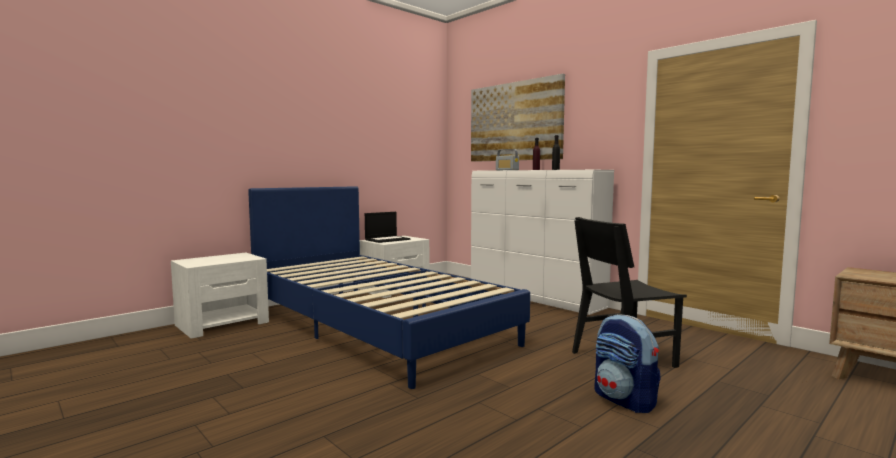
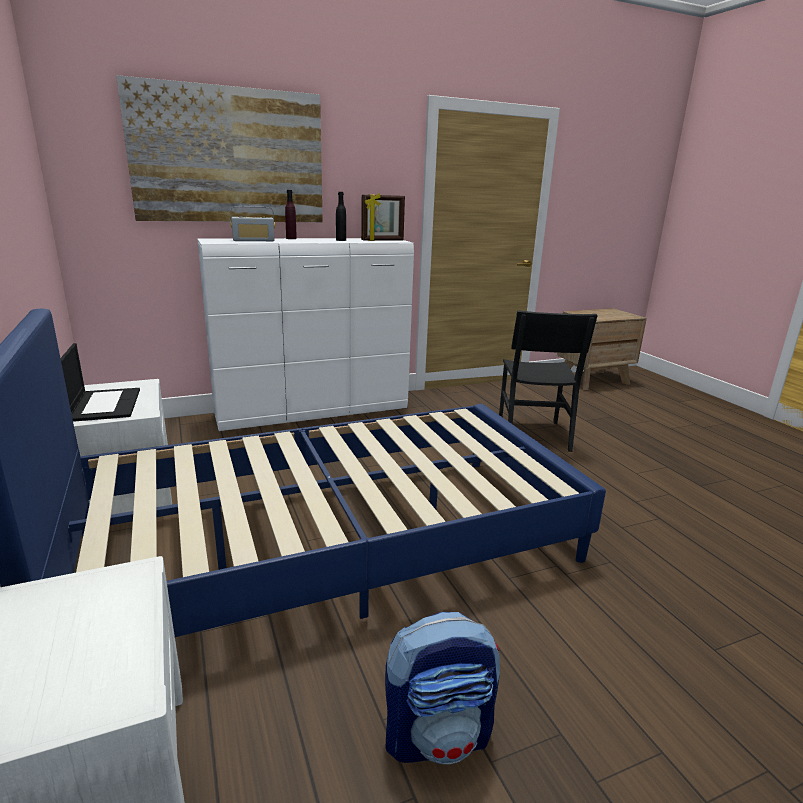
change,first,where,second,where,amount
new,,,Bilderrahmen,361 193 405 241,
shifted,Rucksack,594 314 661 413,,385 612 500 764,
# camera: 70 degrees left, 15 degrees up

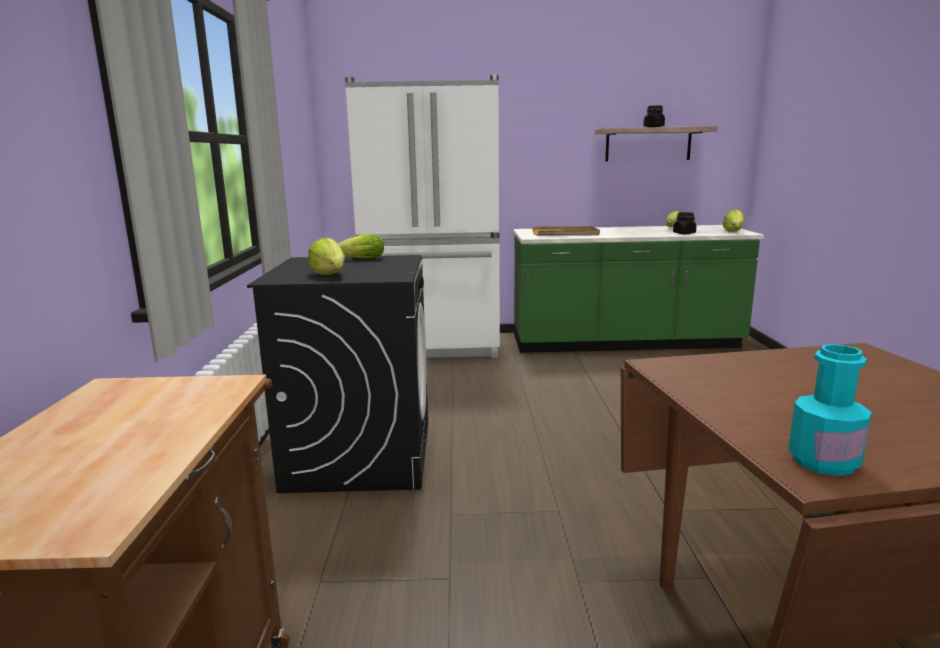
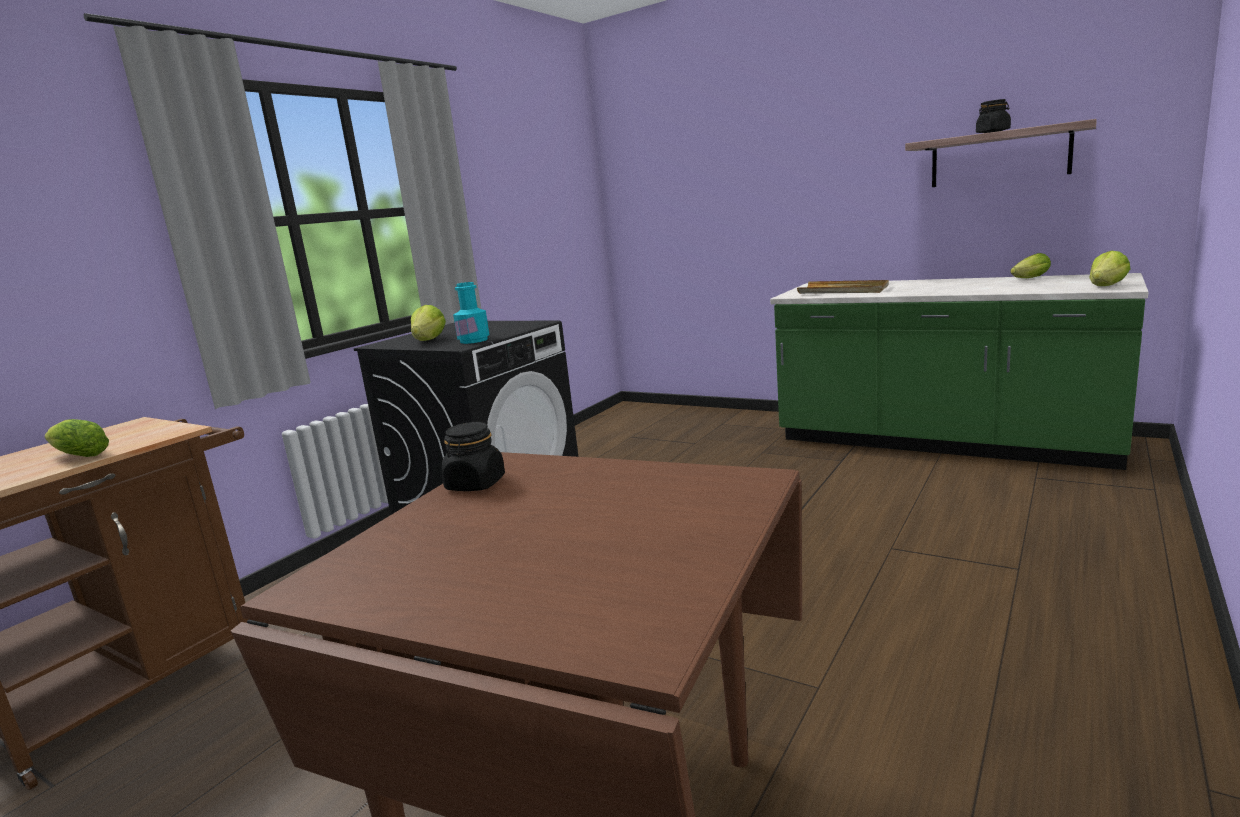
change,first,where,second,where,amount
shifted,Salatkopf,338 234 384 258,,44 419 109 457,
shifted,Vorratsglas (schwarz),673 212 696 234,,441 422 505 491,
shifted,Flasche (türkis),788 344 872 476,,453 282 489 344,
gone,Kühlschrank (weiß),345 75 500 358,,,
# camera: 35 degrees right, 0 degrees up

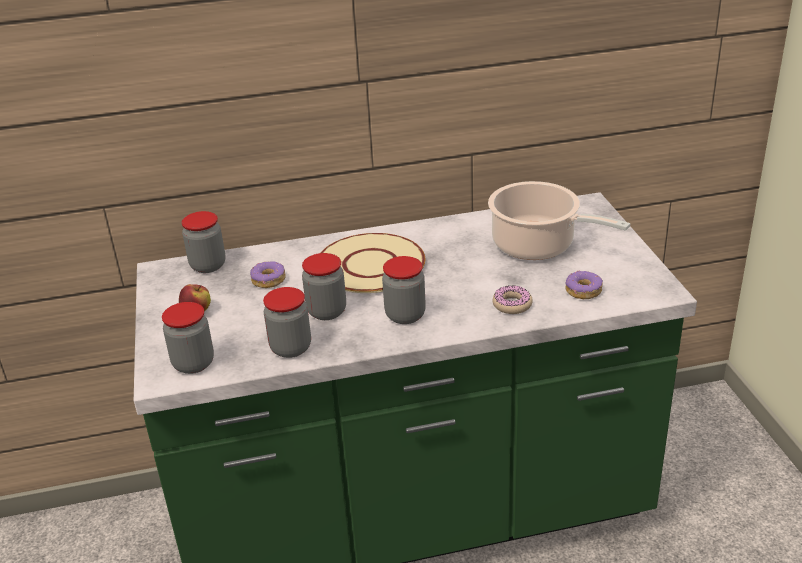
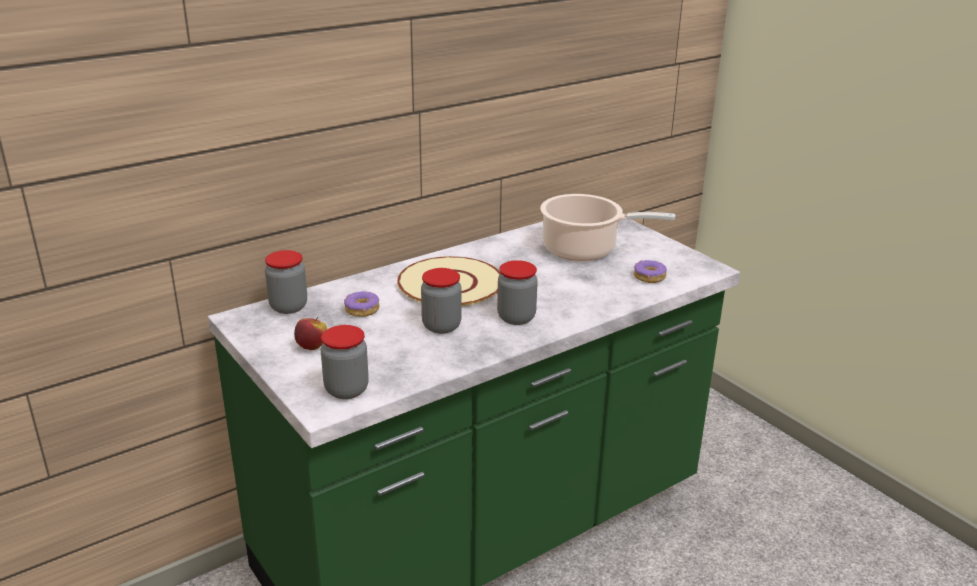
change,first,where,second,where,amount
gone,Vorratsglas,263 287 311 358,,,
gone,Donut,493 285 533 314,,,
# camera: 25 degrees left, 5 degrees down

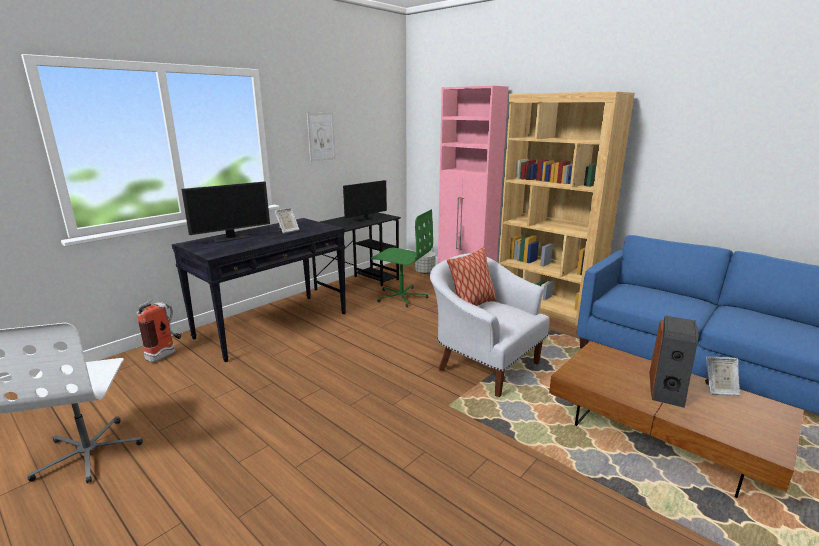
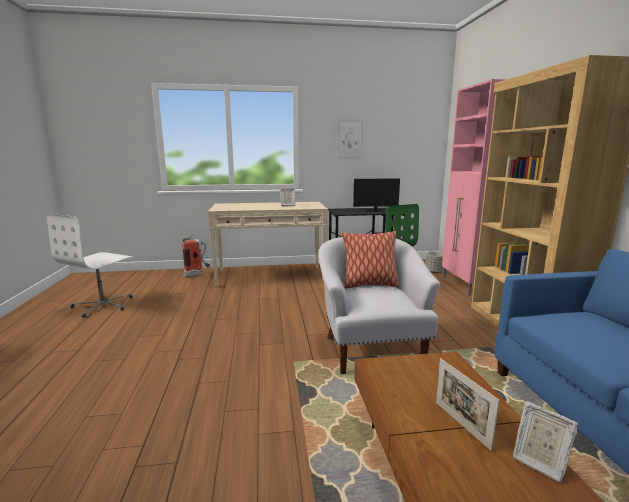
change,first,where,second,where,amount
repainted,Konsolentisch (schwarz),172 218 346 362,Konsolentisch (beige),207 202 328 288,
swapped,Lautsprecher,649 316 699 408,Bilderrahmen,436 358 500 451,
gone,Monitor,181 181 270 243,,,
# camera: 40 degrees right, 5 degrees down

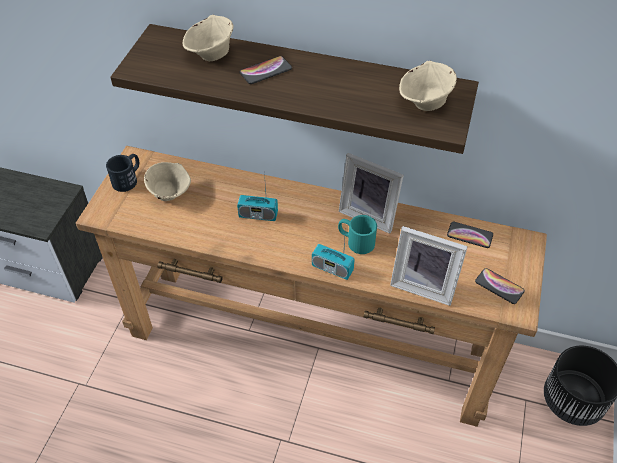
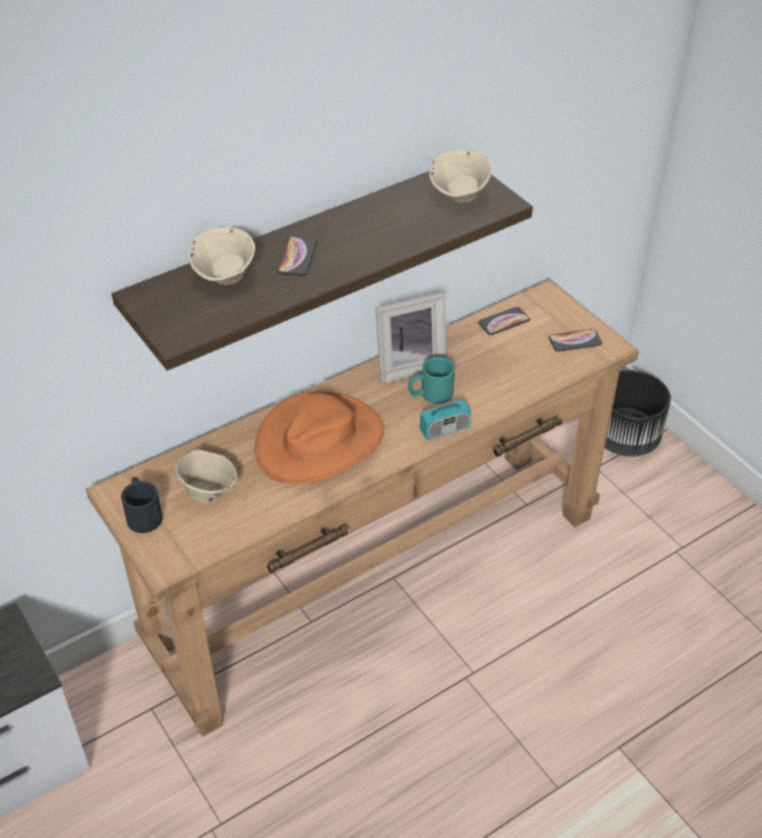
change,first,where,second,where,amount
swapped,Radio,237 172 278 221,Hut (orange),254 391 384 484,
gone,Bilderrahmen,390 226 468 306,,,
# camera: 50 degrees left, 5 degrees down

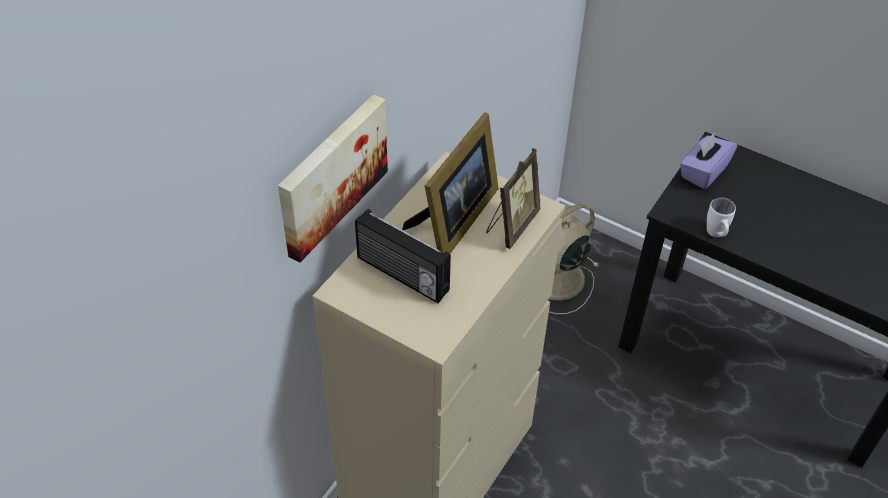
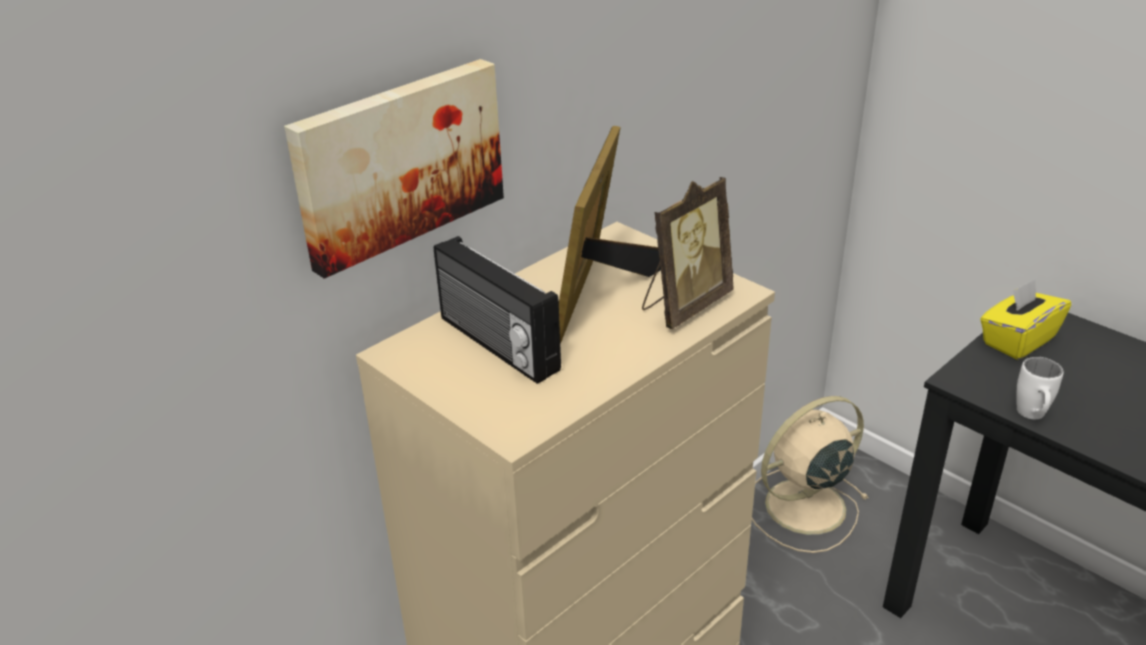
change,first,where,second,where,amount
rotated,Bilderrahmen,402 112 499 254,,559 126 661 343,150 degrees clockwise
repainted,Taschentuchbox (lila),680 133 737 189,Taschentuchbox (gelb),980 279 1071 360,
# camera: 15 degrees right, 15 degrees down

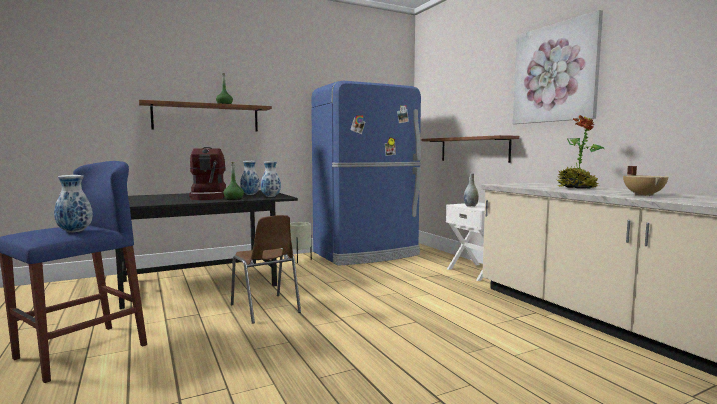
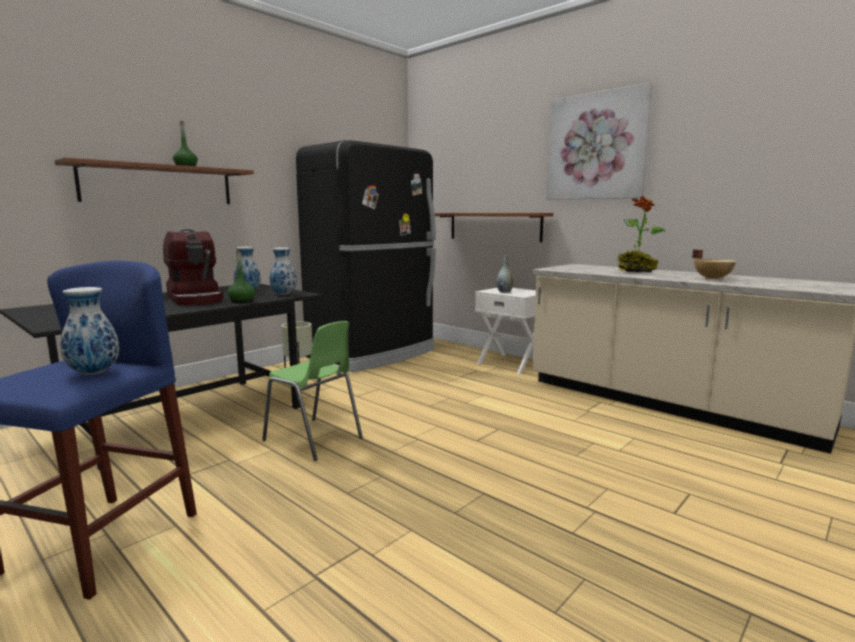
change,first,where,second,where,amount
repainted,Stuhl (braun),231 215 301 324,Stuhl (grün),262 321 363 461,
repainted,Kühlschrank (blau),311 81 421 266,Kühlschrank (schwarz),296 140 436 372,
# camera: 20 degrees left, 5 degrees up

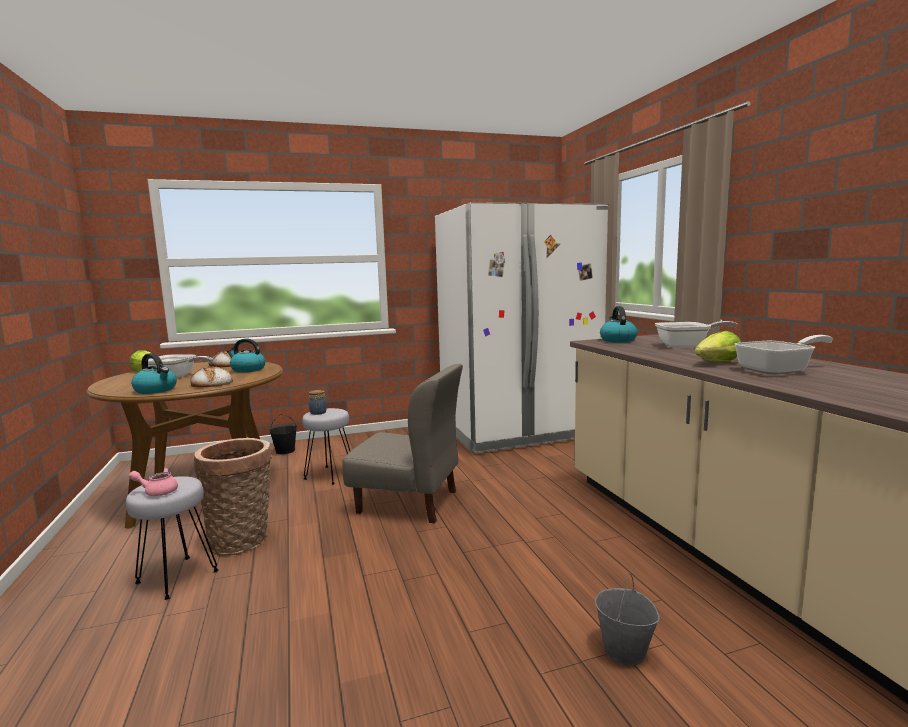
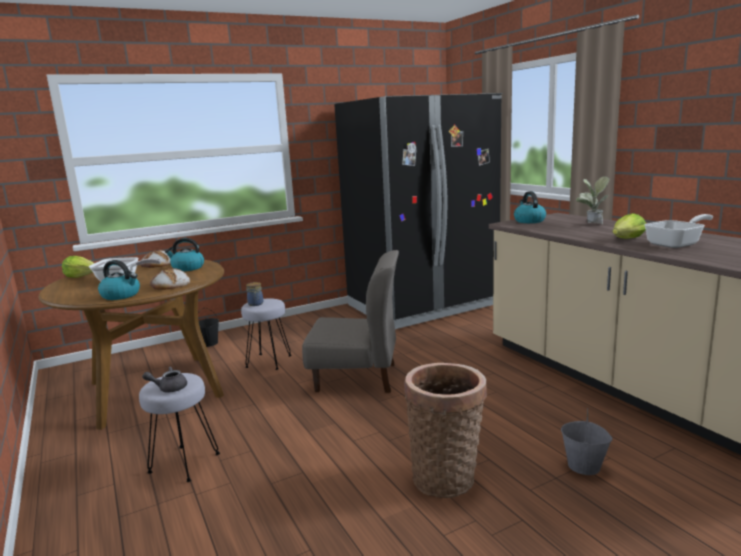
change,first,where,second,where,amount
repainted,Teekanne (rosa),129 468 178 496,Teekanne (grau),142 367 187 392,
repainted,Kühlschrank (weiß),435 202 609 453,Kühlschrank (schwarz),334 93 503 329,
shifted,Korb,194 438 272 556,,404 363 487 498,
swapped,Pfanne,655 321 738 348,Topfpflanze,576 176 610 224,
# camera: 10 degrees left, 5 degrees up

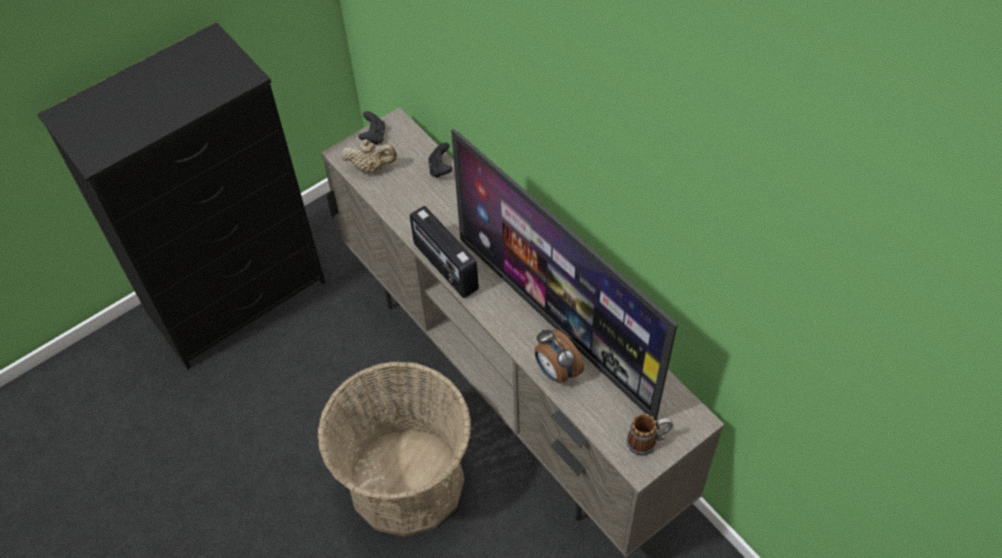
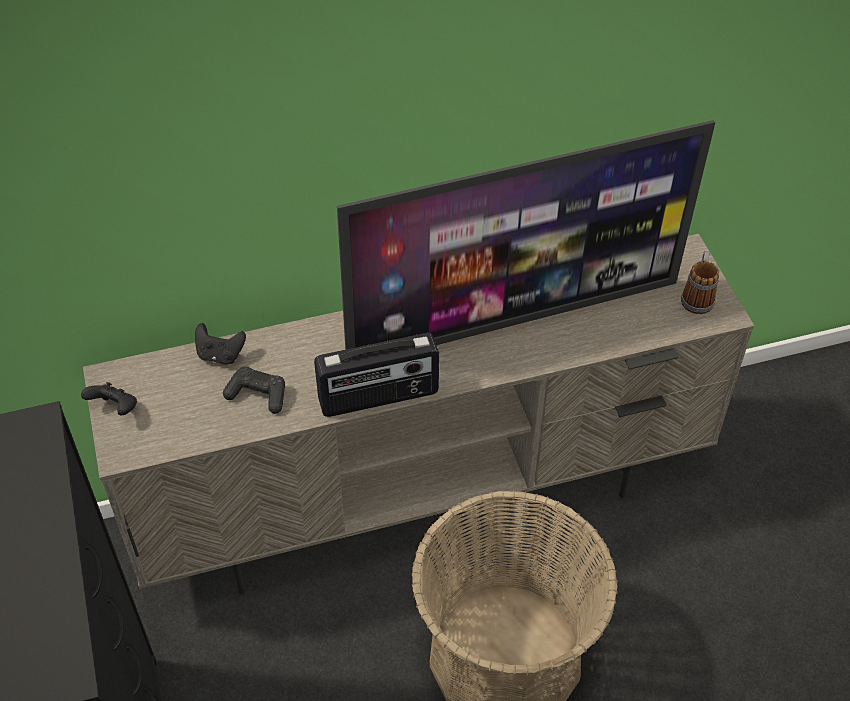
change,first,where,second,where,amount
new,,,Gamepad (schwarz),223 366 285 414,
gone,Teekanne (beige),341 139 397 173,,,
gone,Wecker,535 329 584 383,,,
# camera: 70 degrees left, 5 degrees down

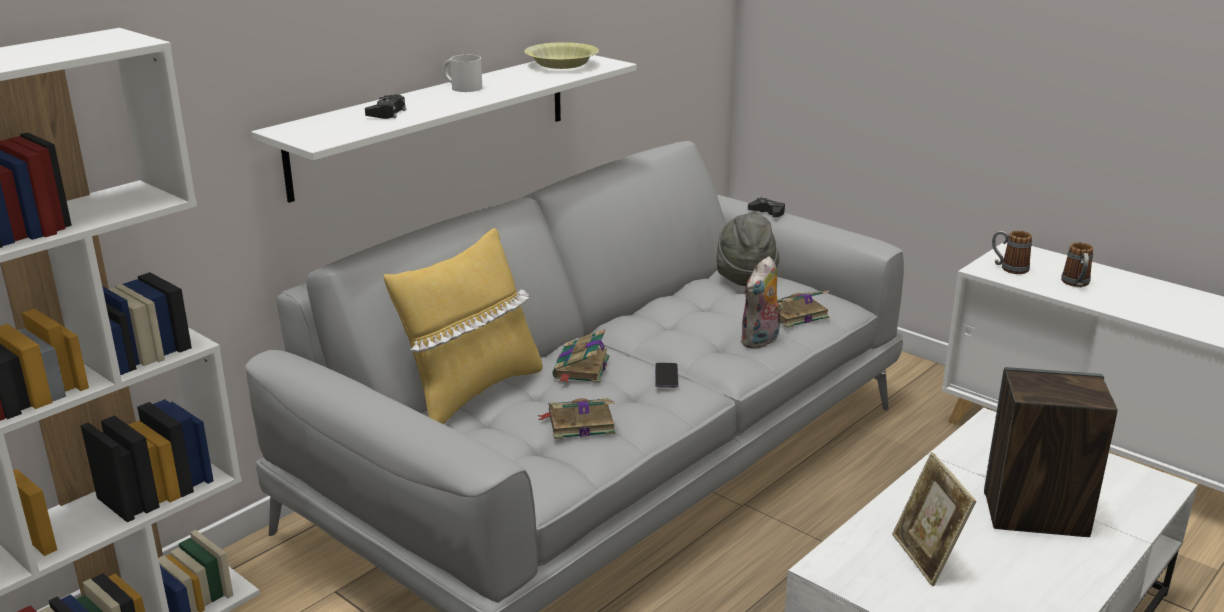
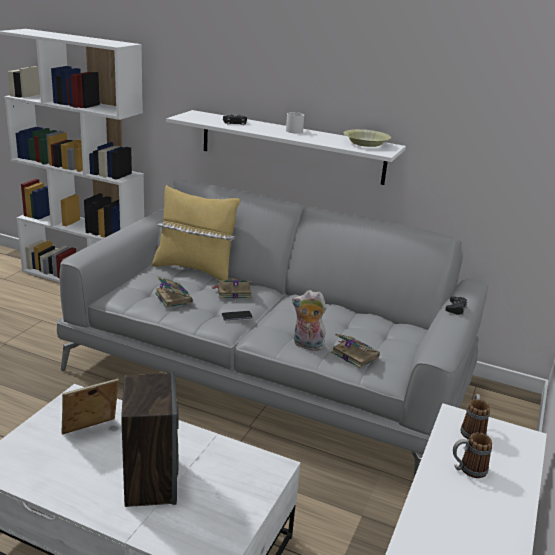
change,first,where,second,where,amount
gone,Hut (grau),716 214 779 286,,,
# camera: 70 degrees right, 0 degrees up

